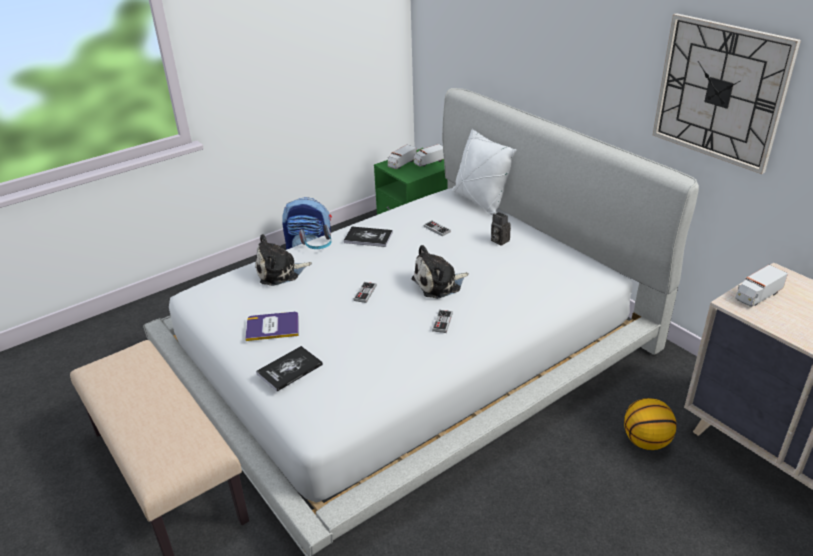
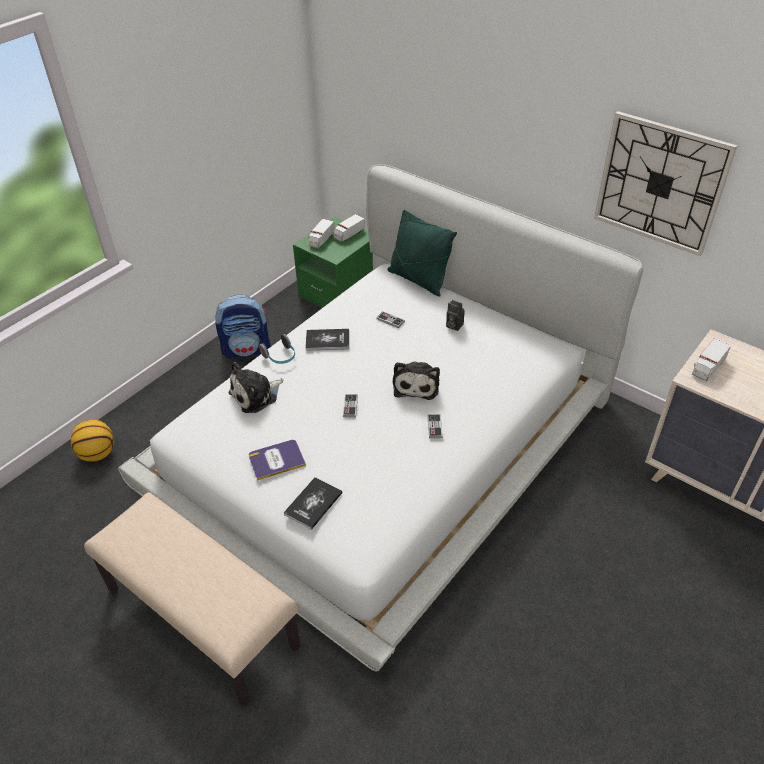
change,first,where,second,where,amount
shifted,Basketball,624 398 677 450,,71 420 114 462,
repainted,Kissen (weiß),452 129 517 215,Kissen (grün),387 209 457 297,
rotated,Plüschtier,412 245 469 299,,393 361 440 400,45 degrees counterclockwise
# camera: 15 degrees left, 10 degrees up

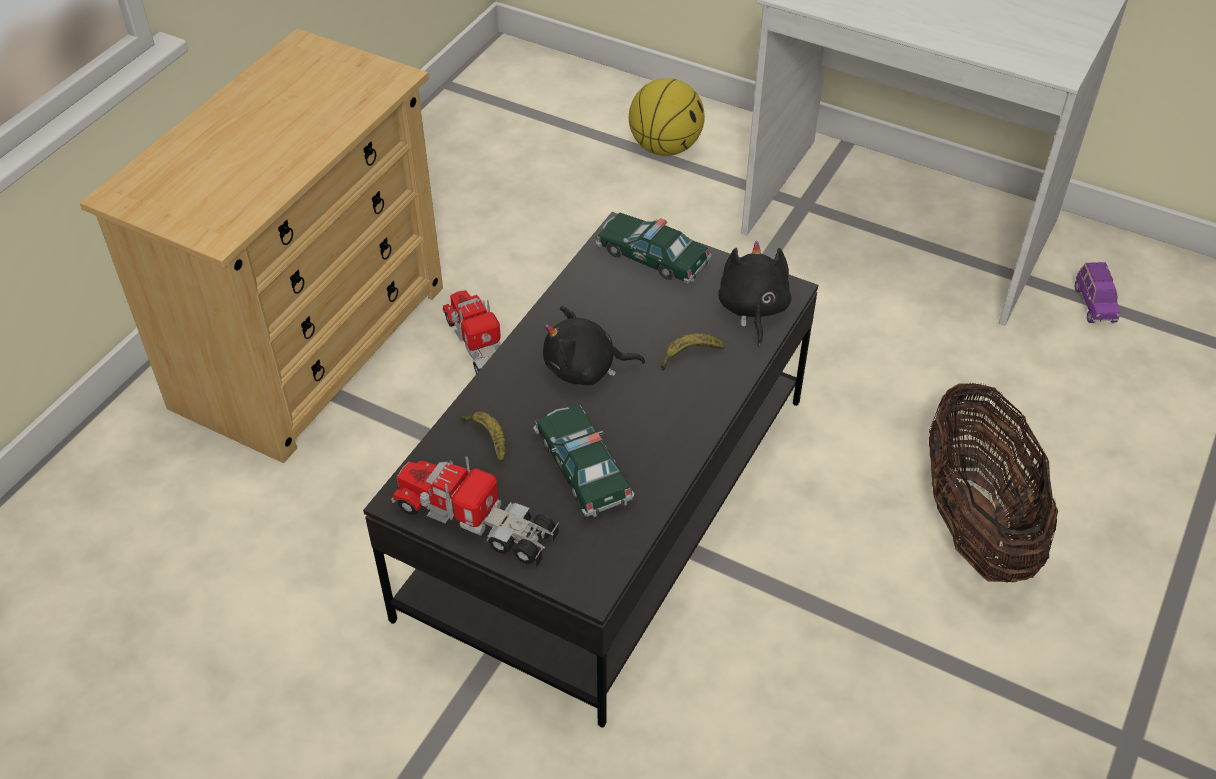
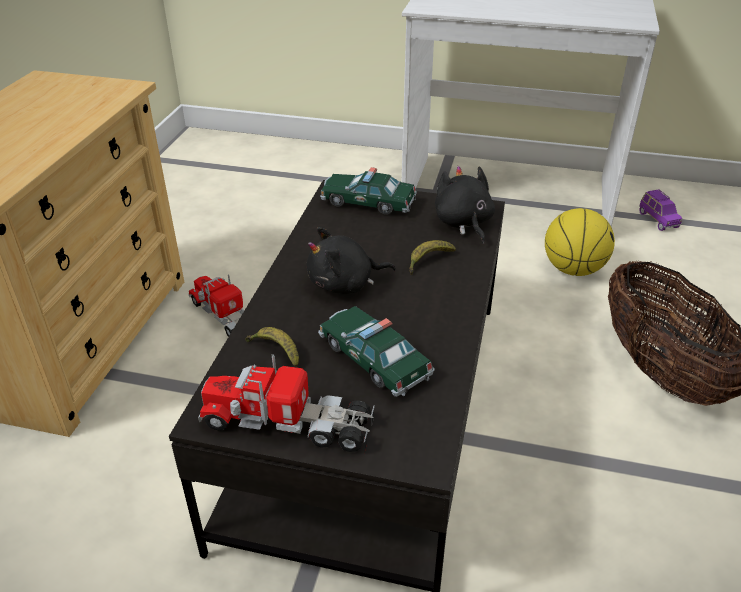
change,first,where,second,where,amount
shifted,Basketball,629 78 705 156,,545 208 615 276,
# camera: 15 degrees left, 10 degrees down

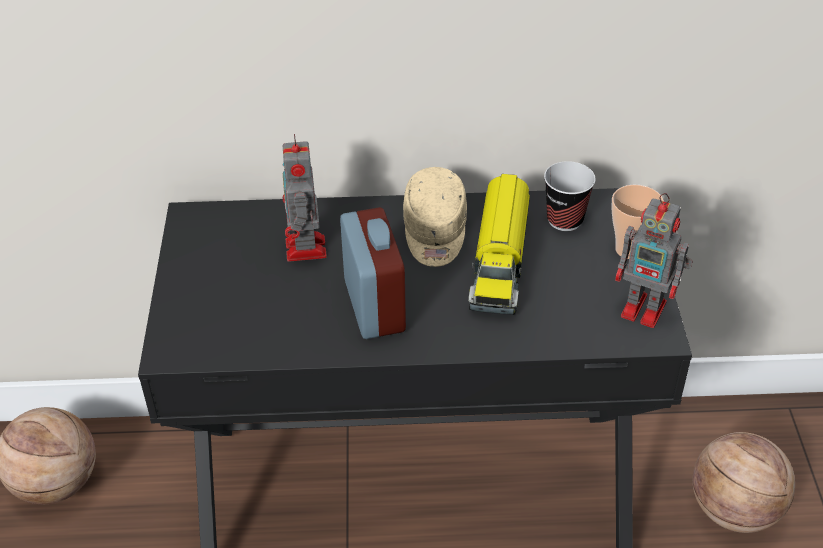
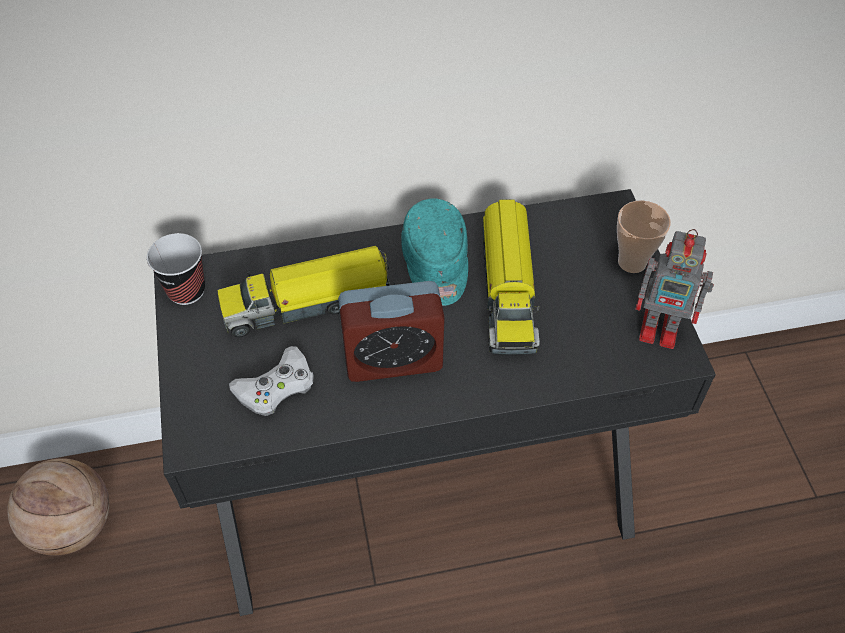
change,first,where,second,where,amount
shifted,Tasse,544 161 596 231,,147 233 205 305,
swapped,Spielzeugroboter,282 134 327 262,Spielzeuglaster,218 246 395 337,
new,,,Gamepad (weiß),229 346 314 416,
rotated,Wecker,340 207 406 339,,338 281 445 382,105 degrees clockwise
repainted,Kappe (beige),403 167 467 267,Kappe (türkis),401 199 468 306,
gone,Basketball,693 432 795 533,,,
# camera: 10 degrees left, 10 degrees up

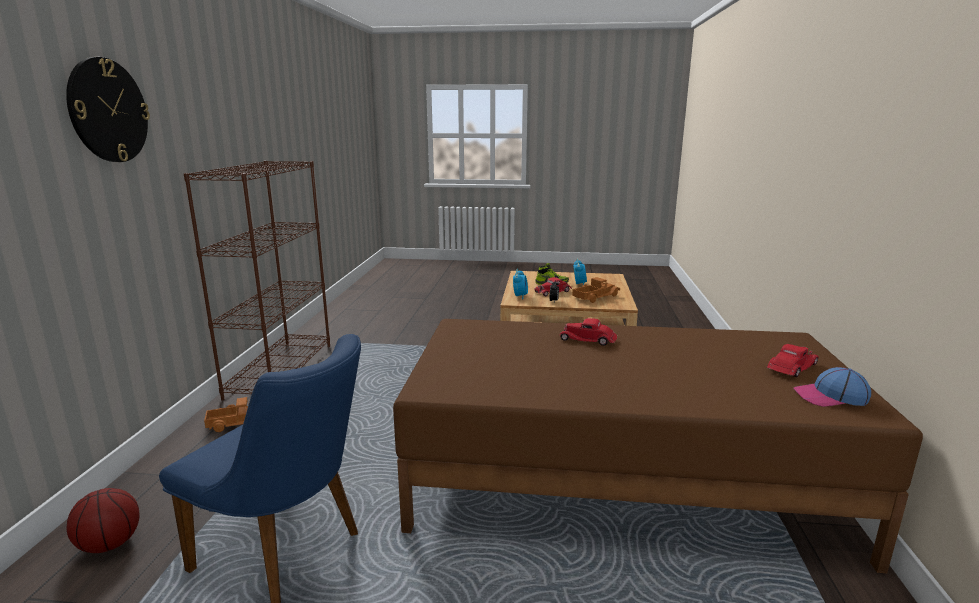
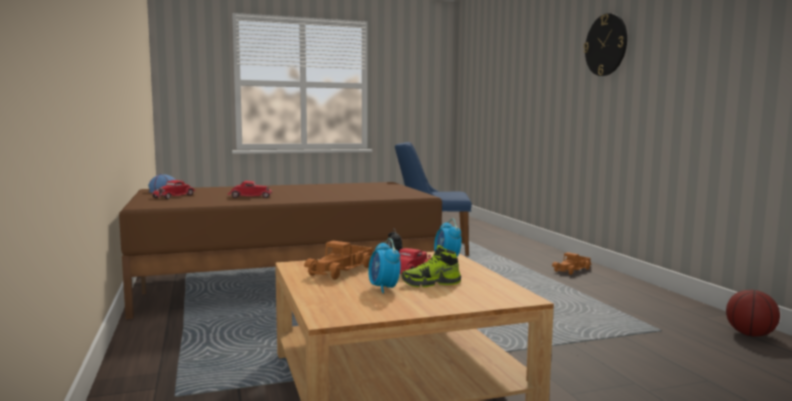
change,first,where,second,where,amount
shifted,Spielzeugauto (rot),559 318 617 346,,227 181 272 198,
shifted,Basketball,67 488 139 553,,726 290 780 337,
gone,Bücherregal (braun),184 161 330 400,,,
# camera: 155 degrees right, 10 degrees down

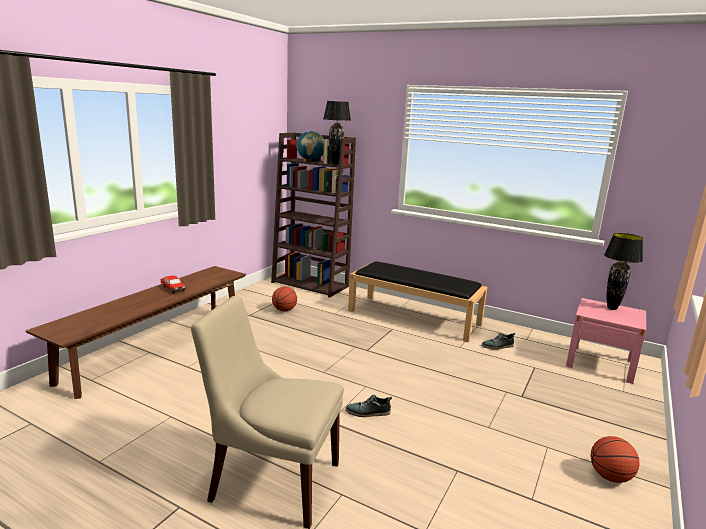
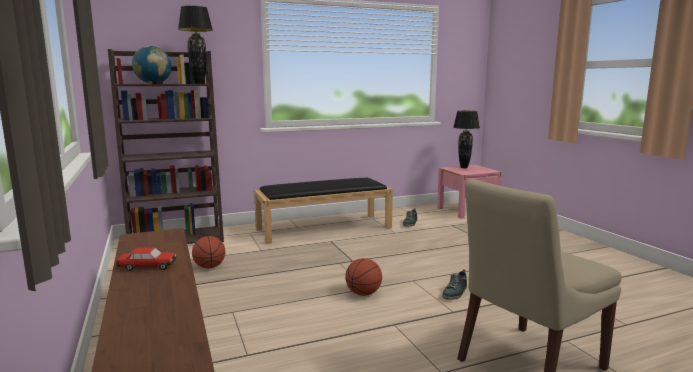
change,first,where,second,where,amount
shifted,Basketball,591 436 639 483,,345 258 382 296,
# camera: 50 degrees left, 5 degrees down

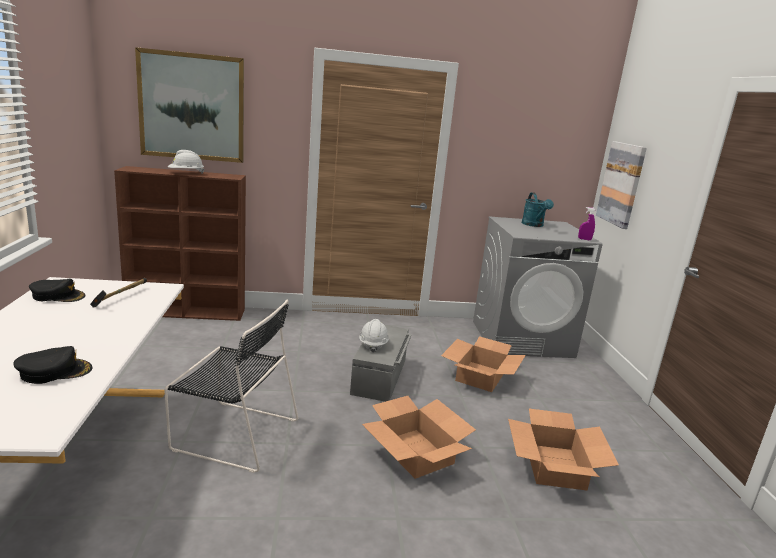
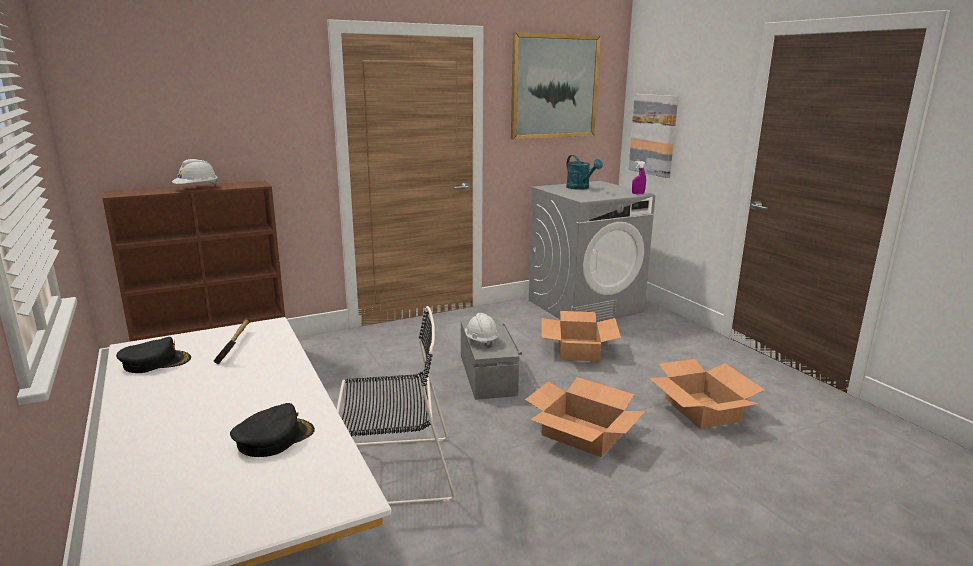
change,first,where,second,where,amount
shifted,Bild,135 47 244 163,,511 32 601 139,
# camera: 20 degrees left, 0 degrees up

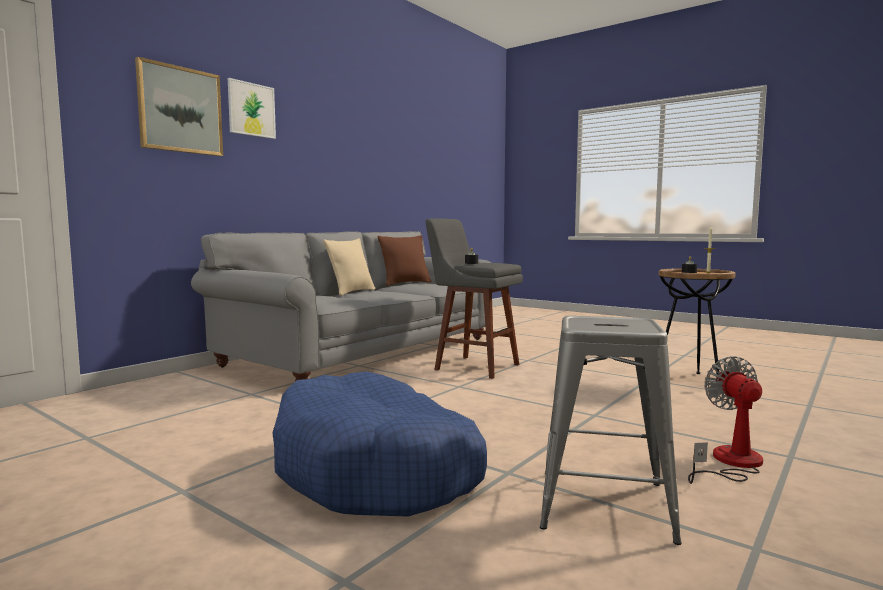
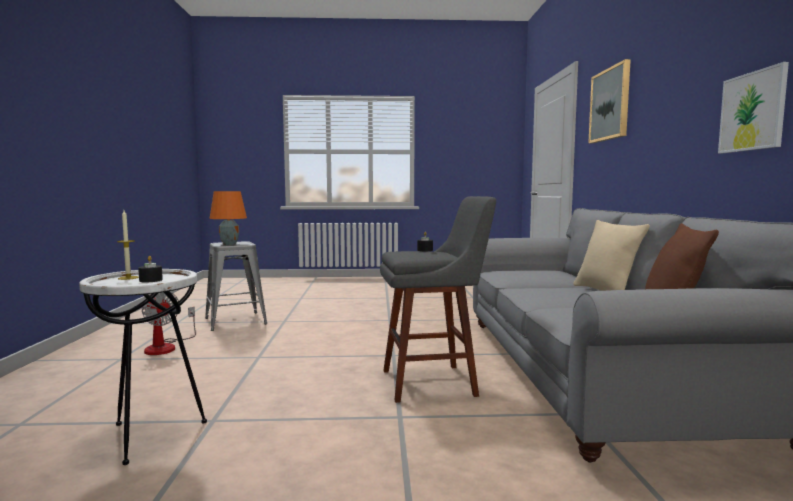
change,first,where,second,where,amount
repainted,Beistelltisch (braun),659 268 736 375,Beistelltisch (weiß),79 269 207 465,
new,,,Tischlampe (orange),209 191 247 245,
shifted,Bild,228 78 276 139,,718 62 789 154,
gone,Hundebett (blau),272 371 487 517,,,
# camera: 140 degrees right, 0 degrees up

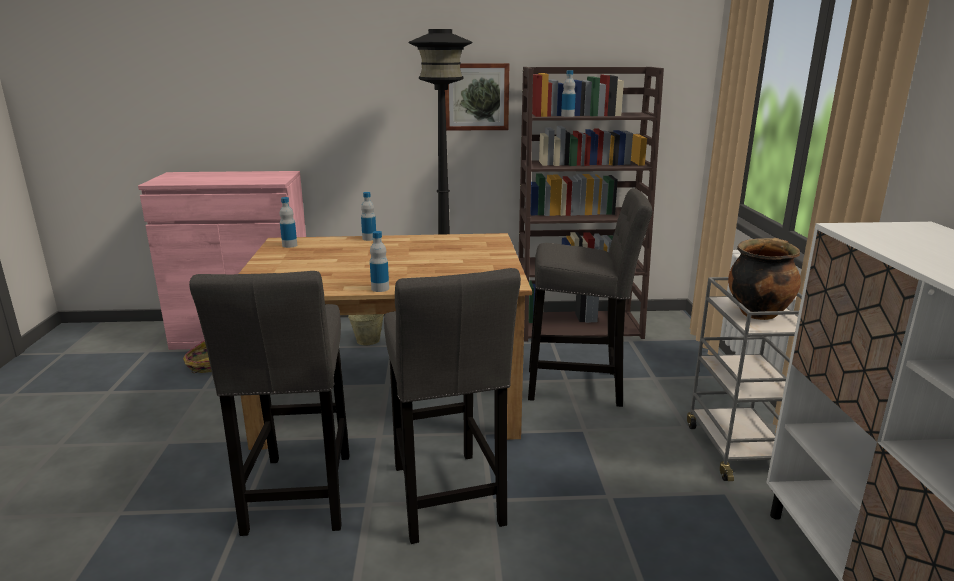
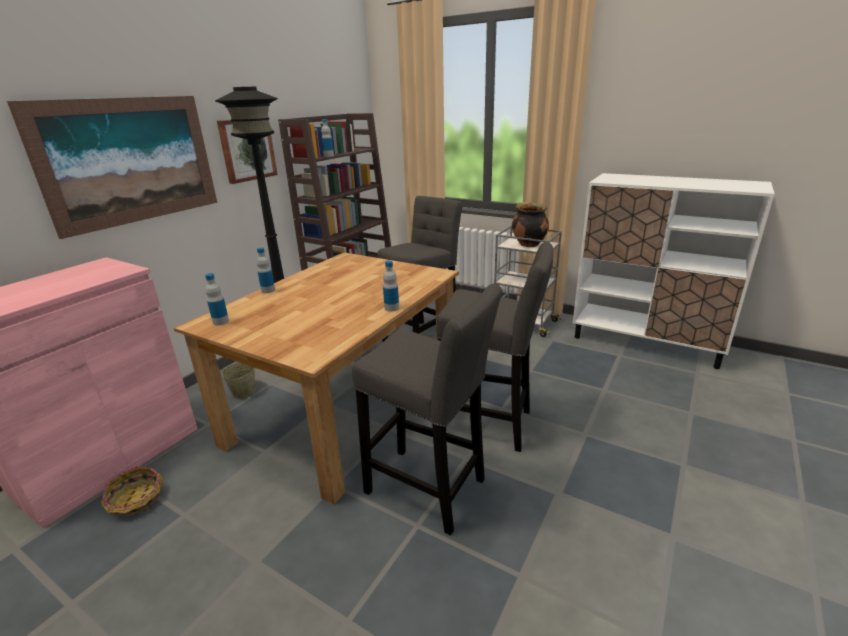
change,first,where,second,where,amount
new,,,Bild,7 96 217 239,
# camera: 55 degrees left, 5 degrees up

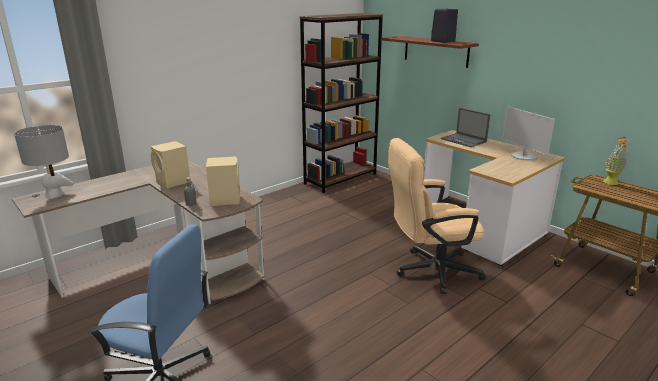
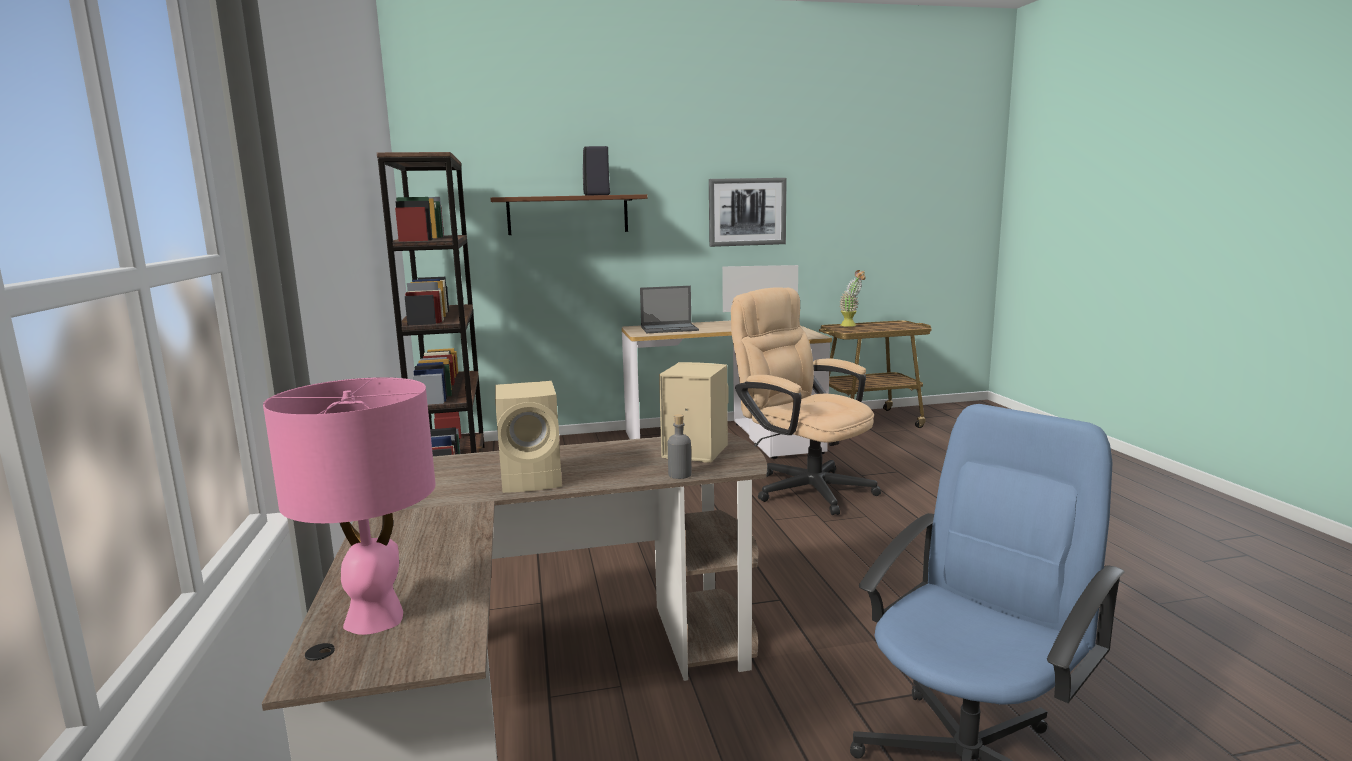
change,first,where,second,where,amount
repainted,Tischlampe (grau),14 125 74 199,Tischlampe (rosa),263 377 436 635,
new,,,Bild,709 178 787 247,
rotated,Bürostuhl (beige),388 138 486 294,,731 287 881 515,120 degrees clockwise
# camera: 60 degrees left, 10 degrees down

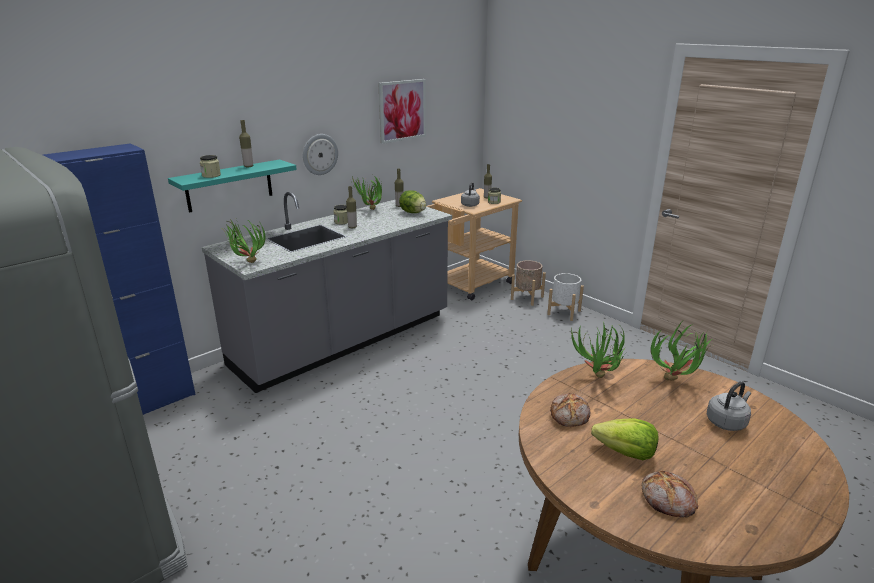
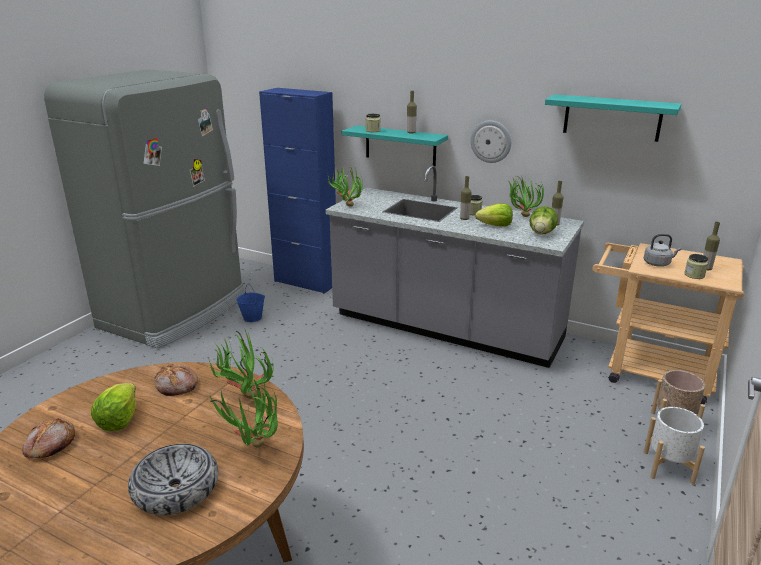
change,first,where,second,where,amount
swapped,Wasserkessel (grau),707 381 751 431,Schüssel,128 444 218 515,
new,,,Eimer (blau),236 284 265 322,
new,,,Salatkopf,475 203 513 226,
swapped,Bild,378 79 426 144,Wandregal (türkis),545 94 681 142,
# camera: 70 degrees right, 0 degrees up

